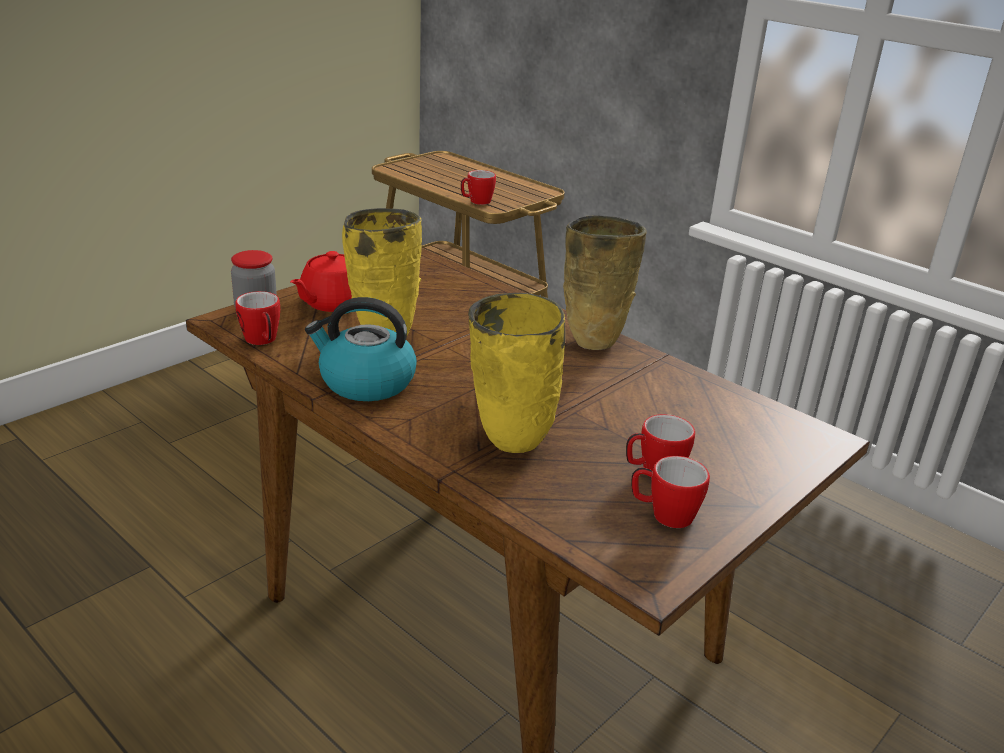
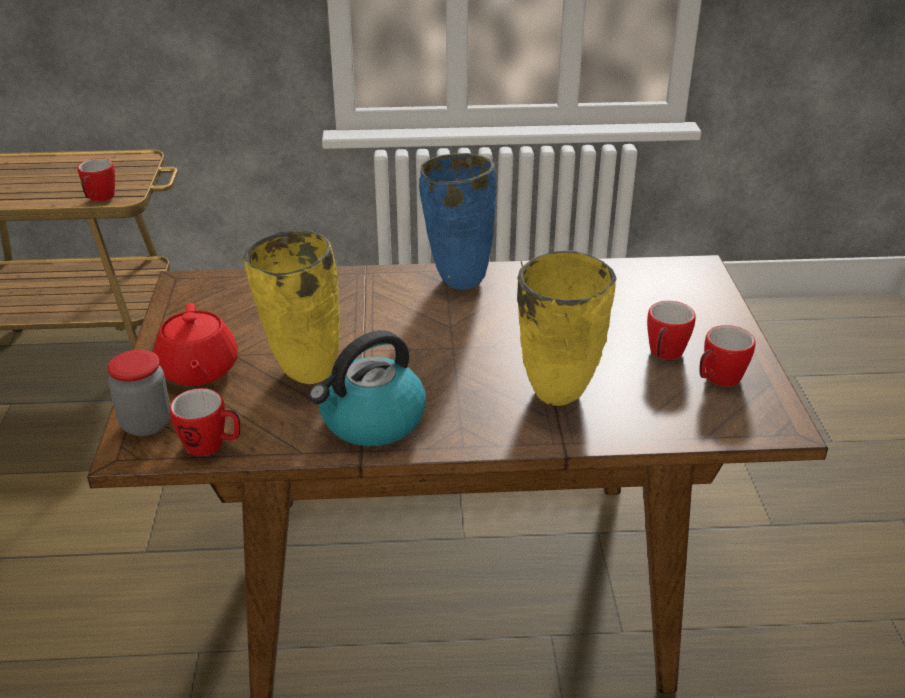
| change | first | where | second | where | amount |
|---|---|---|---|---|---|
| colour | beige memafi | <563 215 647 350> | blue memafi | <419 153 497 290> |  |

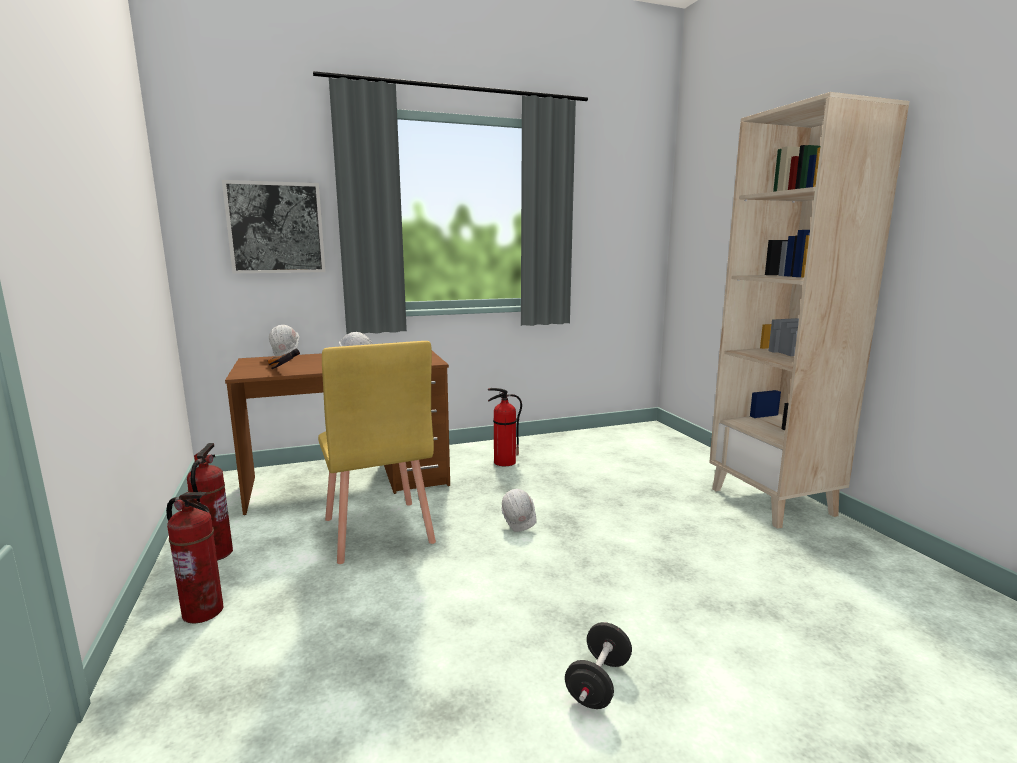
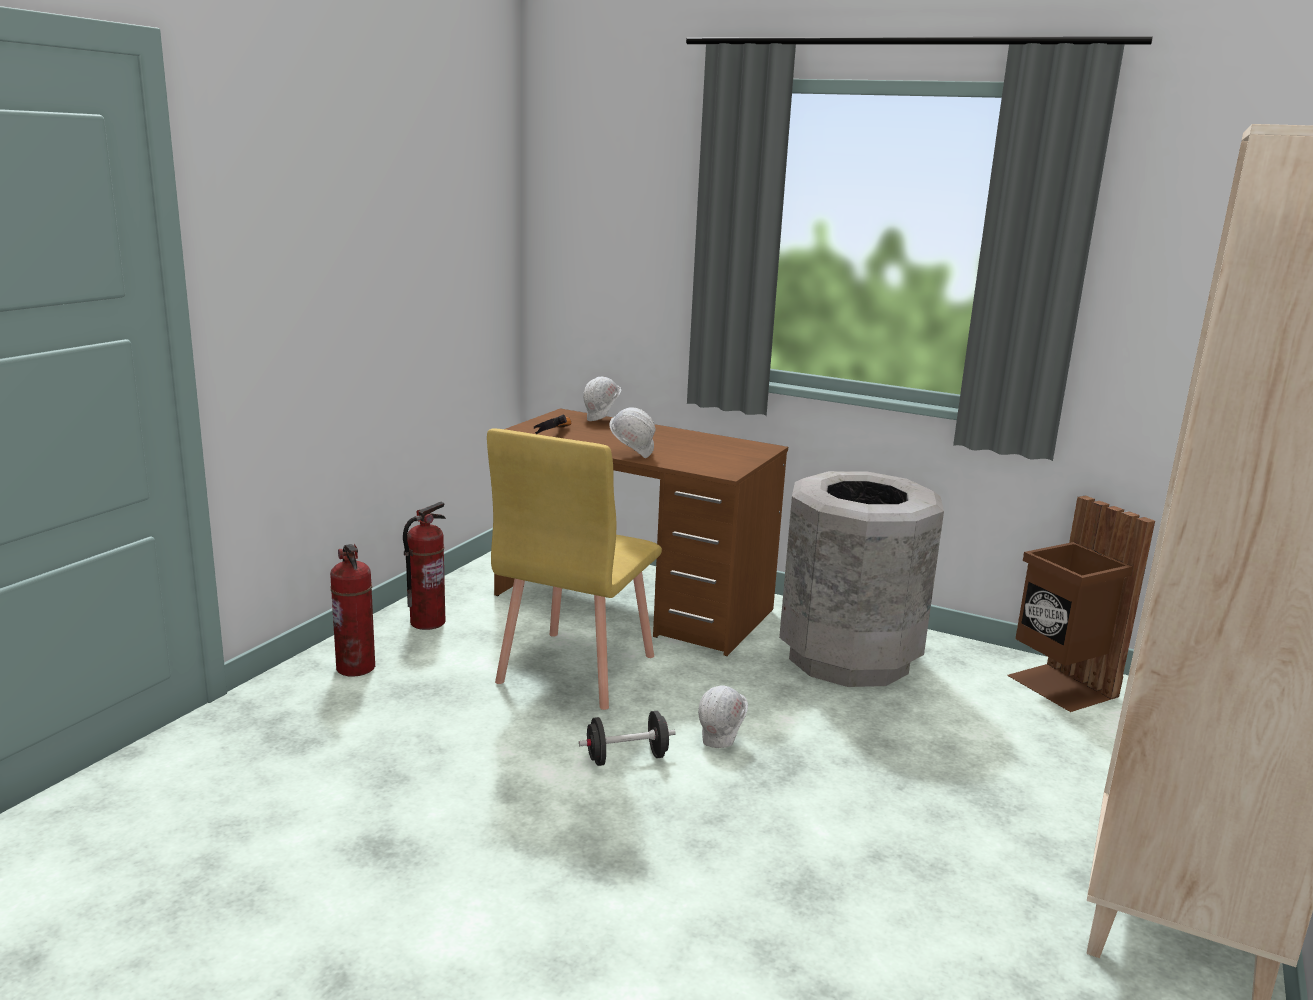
| change | first | where | second | where | amount |
|---|---|---|---|---|---|
| missing | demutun | <222 180 326 273> |  |  |  |
| exchanged | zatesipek | <488 388 522 466> | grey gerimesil | <779 471 944 687> |  |
| relocated | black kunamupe | <565 622 632 709> |  | <579 711 676 766> |  |
| appeared |  |  | brown gerimesil | <1007 495 1155 712> |  |

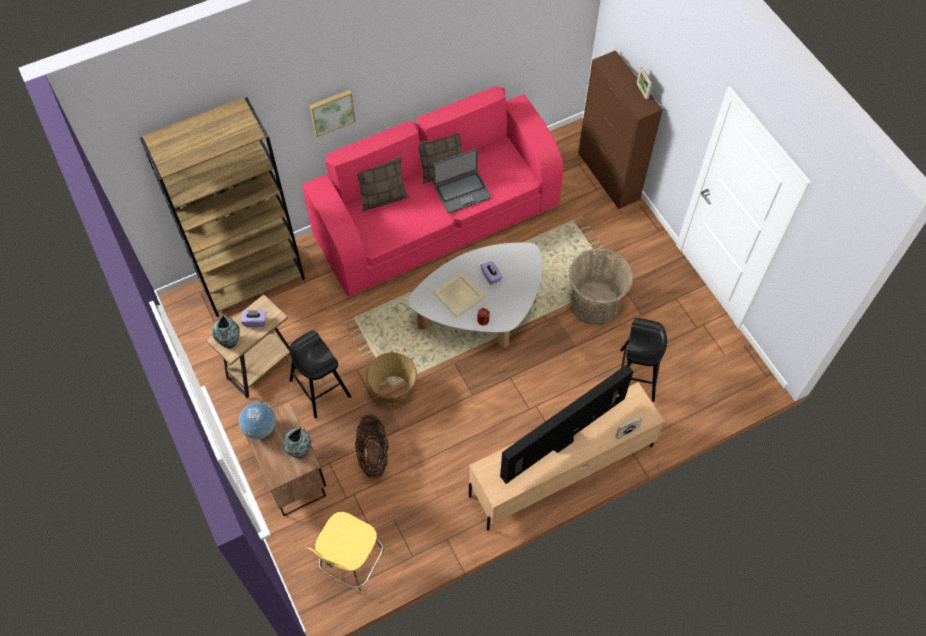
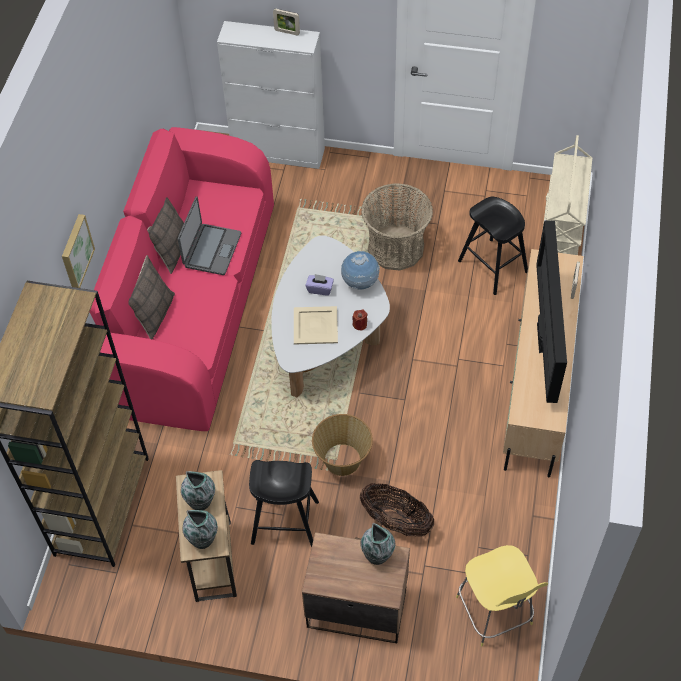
| change | first | where | second | where | amount |
|---|---|---|---|---|---|
| relocated | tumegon | <239 402 276 439> |  | <341 251 380 290> |  |
| exchanged | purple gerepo | <241 310 266 327> | memafi | <181 471 215 510> |  |
| colour | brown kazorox | <578 50 663 209> | white kazorox | <217 21 325 169> |  |
| appeared |  |  | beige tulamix | <543 135 592 255> |  |

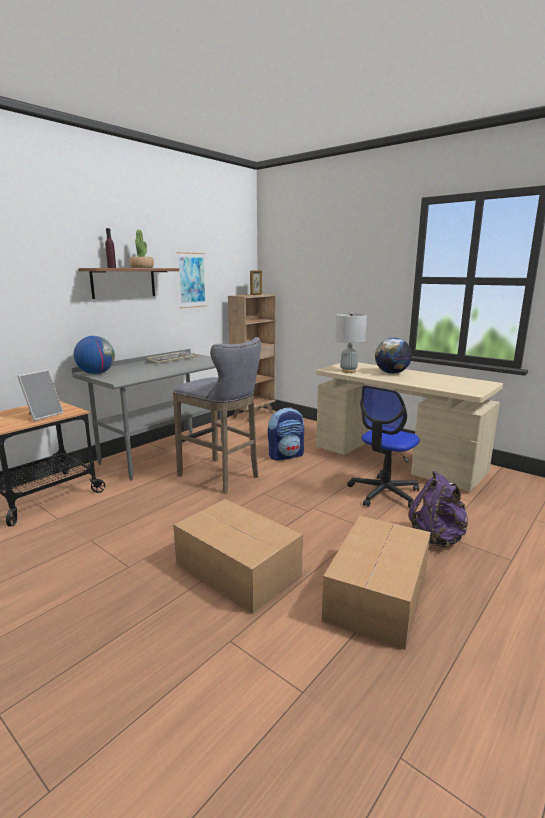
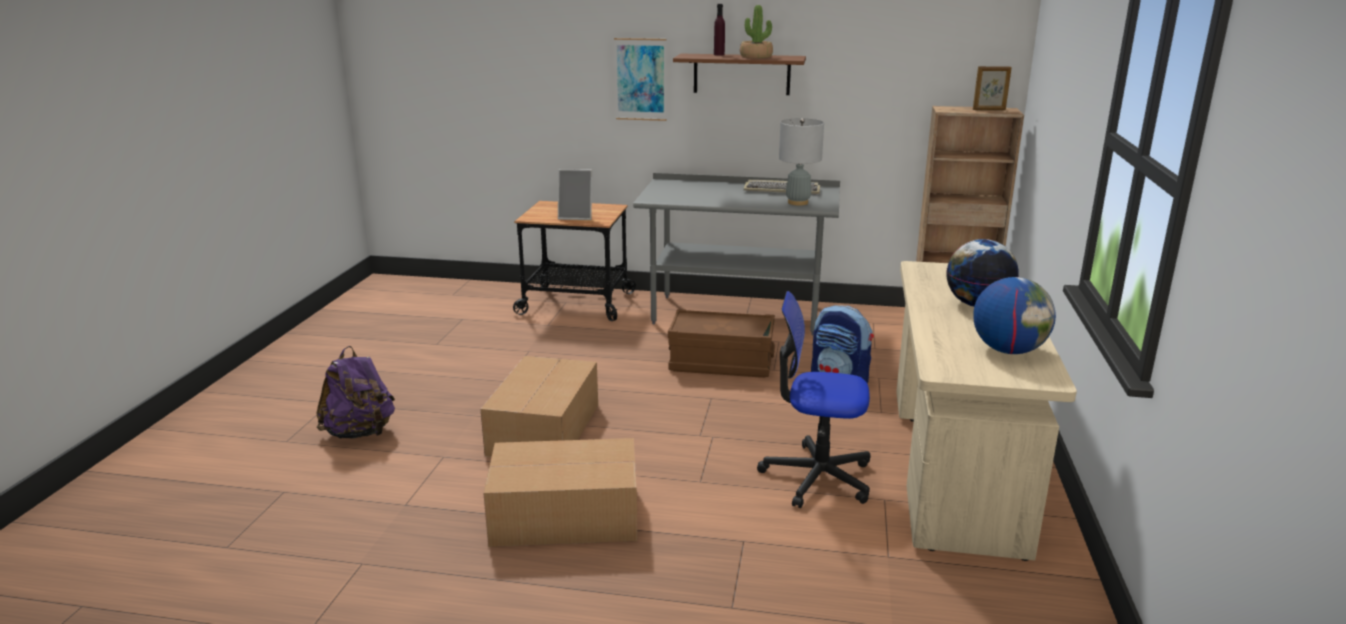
| change | first | where | second | where | amount |
|---|---|---|---|---|---|
| relocated | tumegon | <74 336 115 374> |  | <973 277 1056 354> |  |
| exchanged | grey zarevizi | <173 337 261 494> | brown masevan | <668 309 775 378> |  |
| relocated | demutun | <177 252 207 308> |  | <614 38 667 121> |  |
| relocated | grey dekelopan | <335 312 367 373> |  | <779 118 824 205> |  |
| relocated | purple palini | <408 471 469 547> |  | <316 346 395 439> |  |

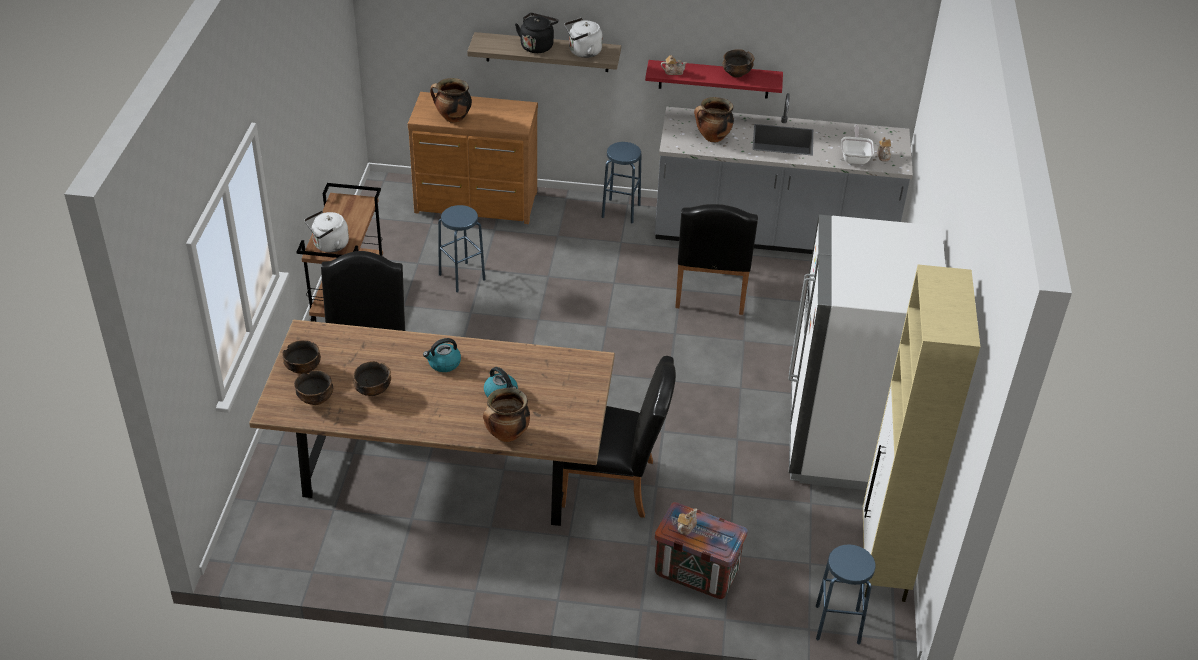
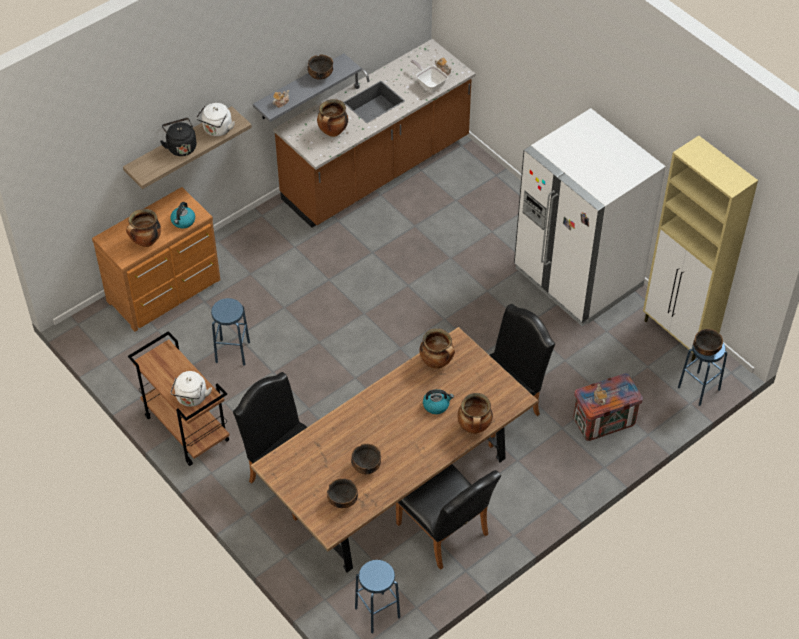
| change | first | where | second | where | amount |
|---|---|---|---|---|---|
| relocated | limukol | <282 340 321 374> |  | <693 329 723 356> |  |
| relocated | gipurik | <423 338 461 372> |  | <171 202 195 228> |  |
| relocated | blue zarevizi | <602 142 641 223> |  | <355 560 400 633> |  |
| colour | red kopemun | <645 60 783 99> | grey kopemun | <253 53 361 122> |  |
| colour | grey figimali | <655 93 913 254> | brown figimali | <274 39 475 228> |  |
| relocated | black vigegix | <675 204 758 315> |  | <396 464 501 570> |  |
| appeared |  |  | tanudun | <420 328 455 369> |  |

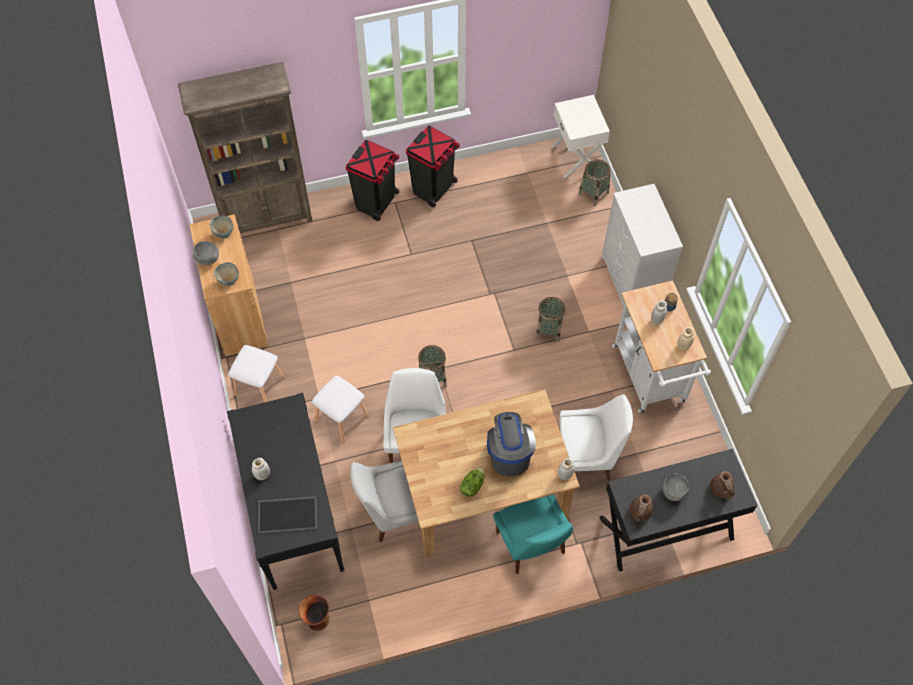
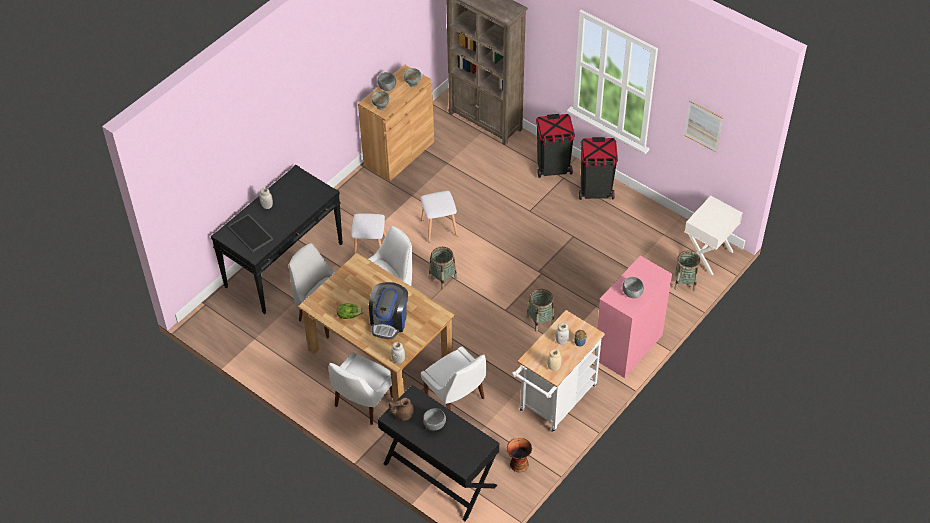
| change | first | where | second | where | amount |
|---|---|---|---|---|---|
| relocated | white zarevizi | <228 345 285 402> |  | <421 191 458 242> |  |
| relocated | memafi | <298 595 329 631> |  | <507 438 532 473> |  |
| spun | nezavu | <487 412 536 477> |  | <369 282 408 339> | 150 degrees clockwise |
| colour | turquoise vigegix | <493 495 573 574> | white vigegix | <329 352 393 425> |  |
| colour | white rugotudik | <601 184 683 317> | pink rugotudik | <595 256 672 378> |  |
| missing | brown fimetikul | <710 471 735 499> |  |  |  |
| appeared |  |  | grey limukol | <622 277 644 298> |  |
| appeared |  |  | demutun | <684 101 723 153> |  |

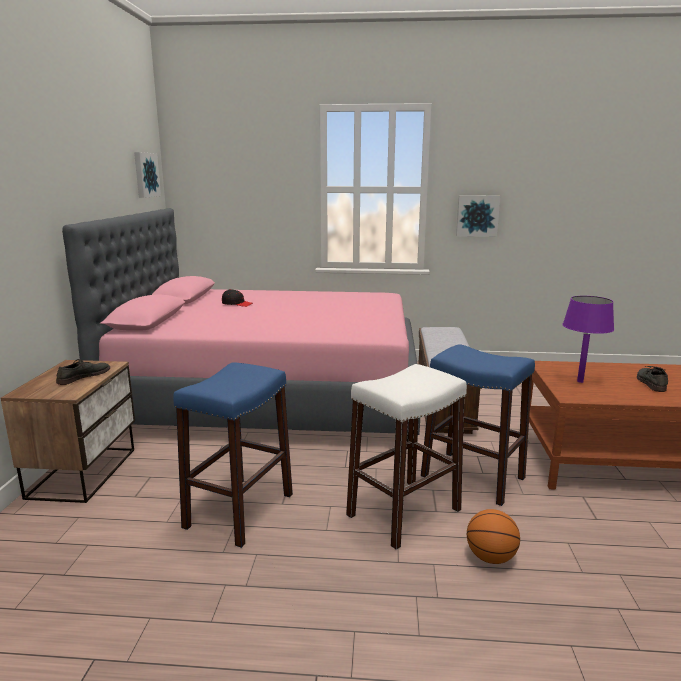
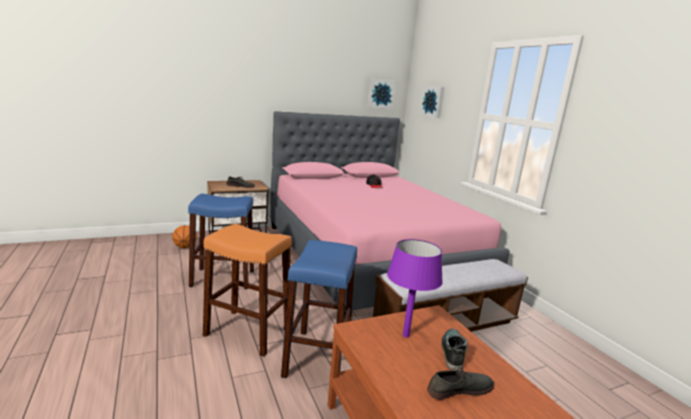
| change | first | where | second | where | amount |
|---|---|---|---|---|---|
| colour | white zarevizi | <346 364 467 550> | orange zarevizi | <203 224 292 357> |  |
| relocated | demutun | <456 195 500 237> |  | <420 86 444 118> |  |
| relocated | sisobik | <467 509 520 564> |  | <173 225 197 248> |  |
| appeared |  |  | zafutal | <441 329 467 371> |  |

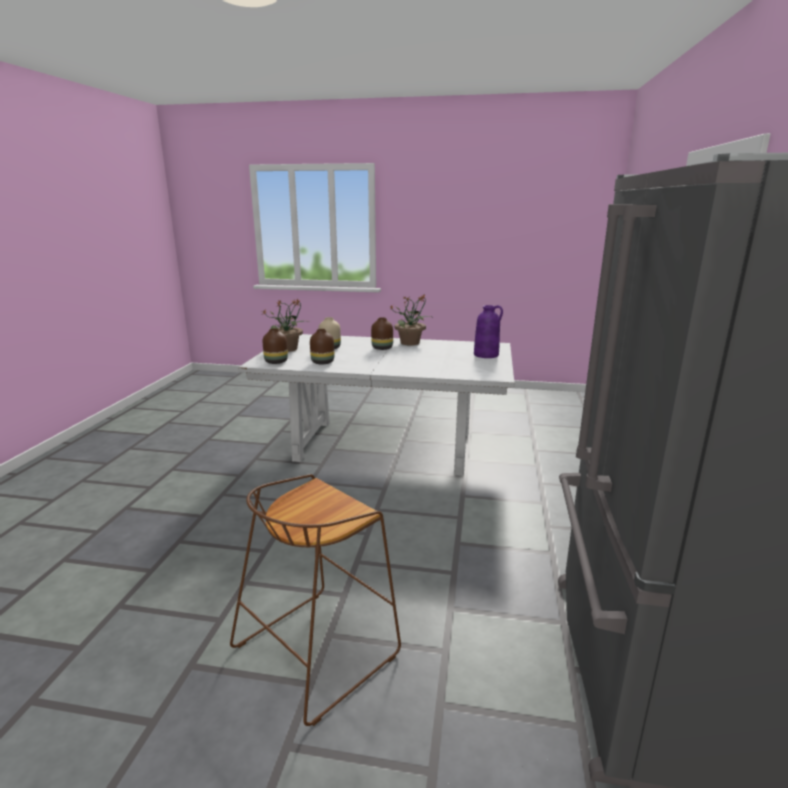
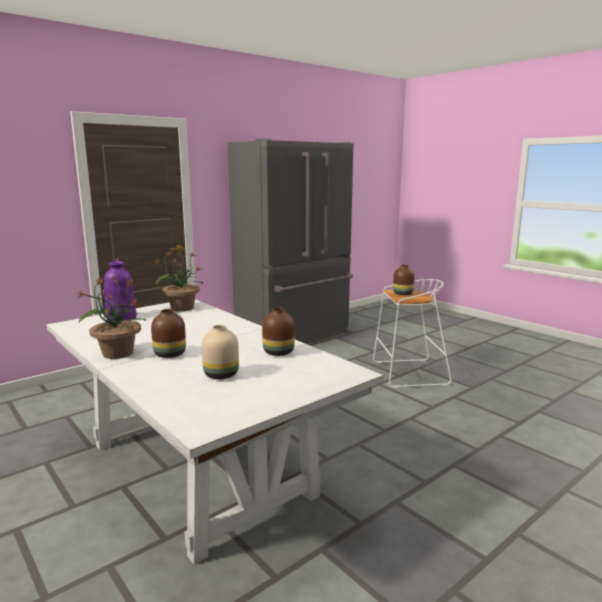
| change | first | where | second | where | amount |
|---|---|---|---|---|---|
| colour | brown zarevizi | <230 474 401 726> | white zarevizi | <373 279 452 388> |  |
| relocated | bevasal | <263 299 310 352> |  | <155 250 203 312> |  |
| relocated | brown memafi | <263 328 288 364> |  | <393 265 415 295> |  |

